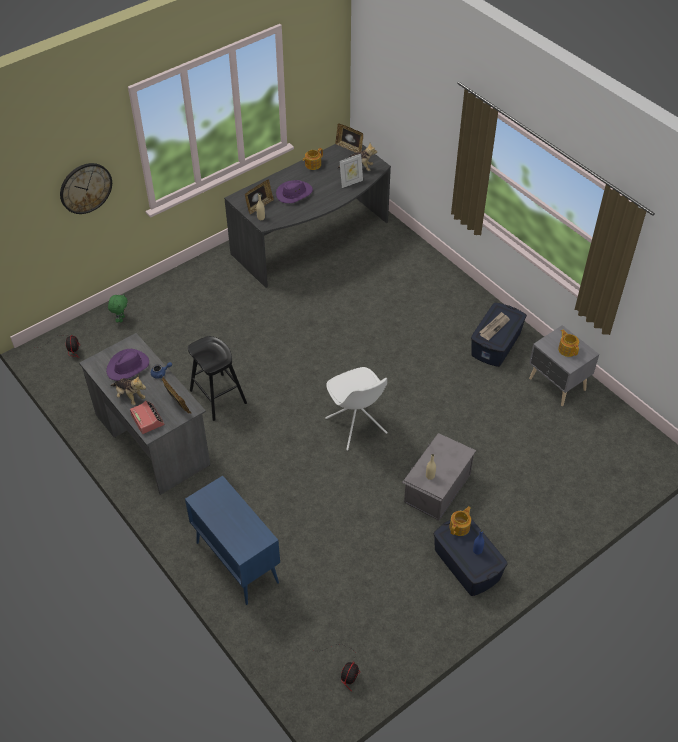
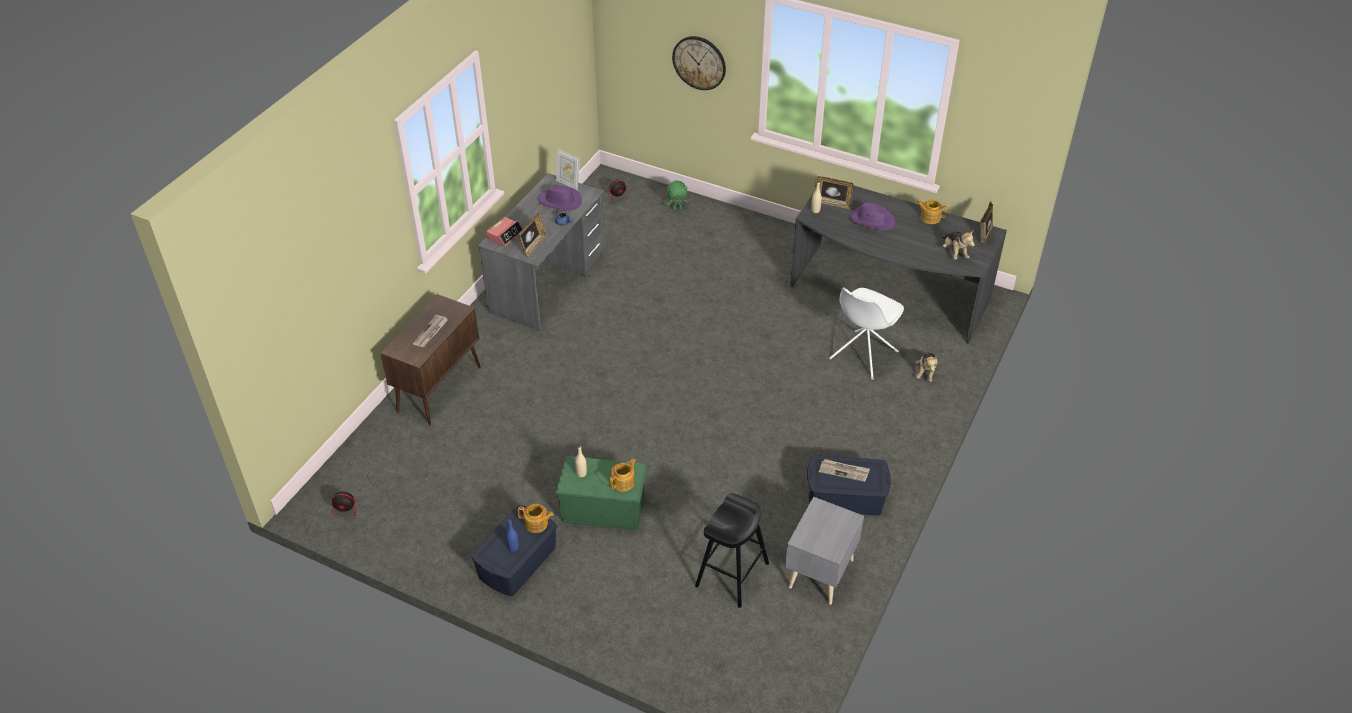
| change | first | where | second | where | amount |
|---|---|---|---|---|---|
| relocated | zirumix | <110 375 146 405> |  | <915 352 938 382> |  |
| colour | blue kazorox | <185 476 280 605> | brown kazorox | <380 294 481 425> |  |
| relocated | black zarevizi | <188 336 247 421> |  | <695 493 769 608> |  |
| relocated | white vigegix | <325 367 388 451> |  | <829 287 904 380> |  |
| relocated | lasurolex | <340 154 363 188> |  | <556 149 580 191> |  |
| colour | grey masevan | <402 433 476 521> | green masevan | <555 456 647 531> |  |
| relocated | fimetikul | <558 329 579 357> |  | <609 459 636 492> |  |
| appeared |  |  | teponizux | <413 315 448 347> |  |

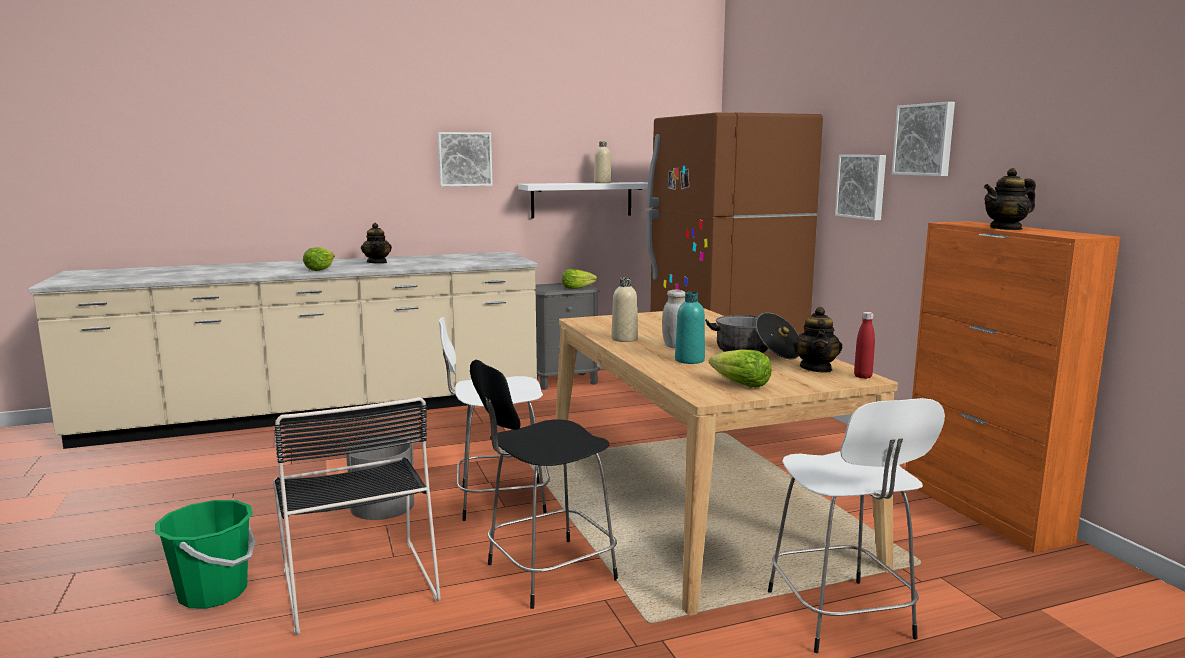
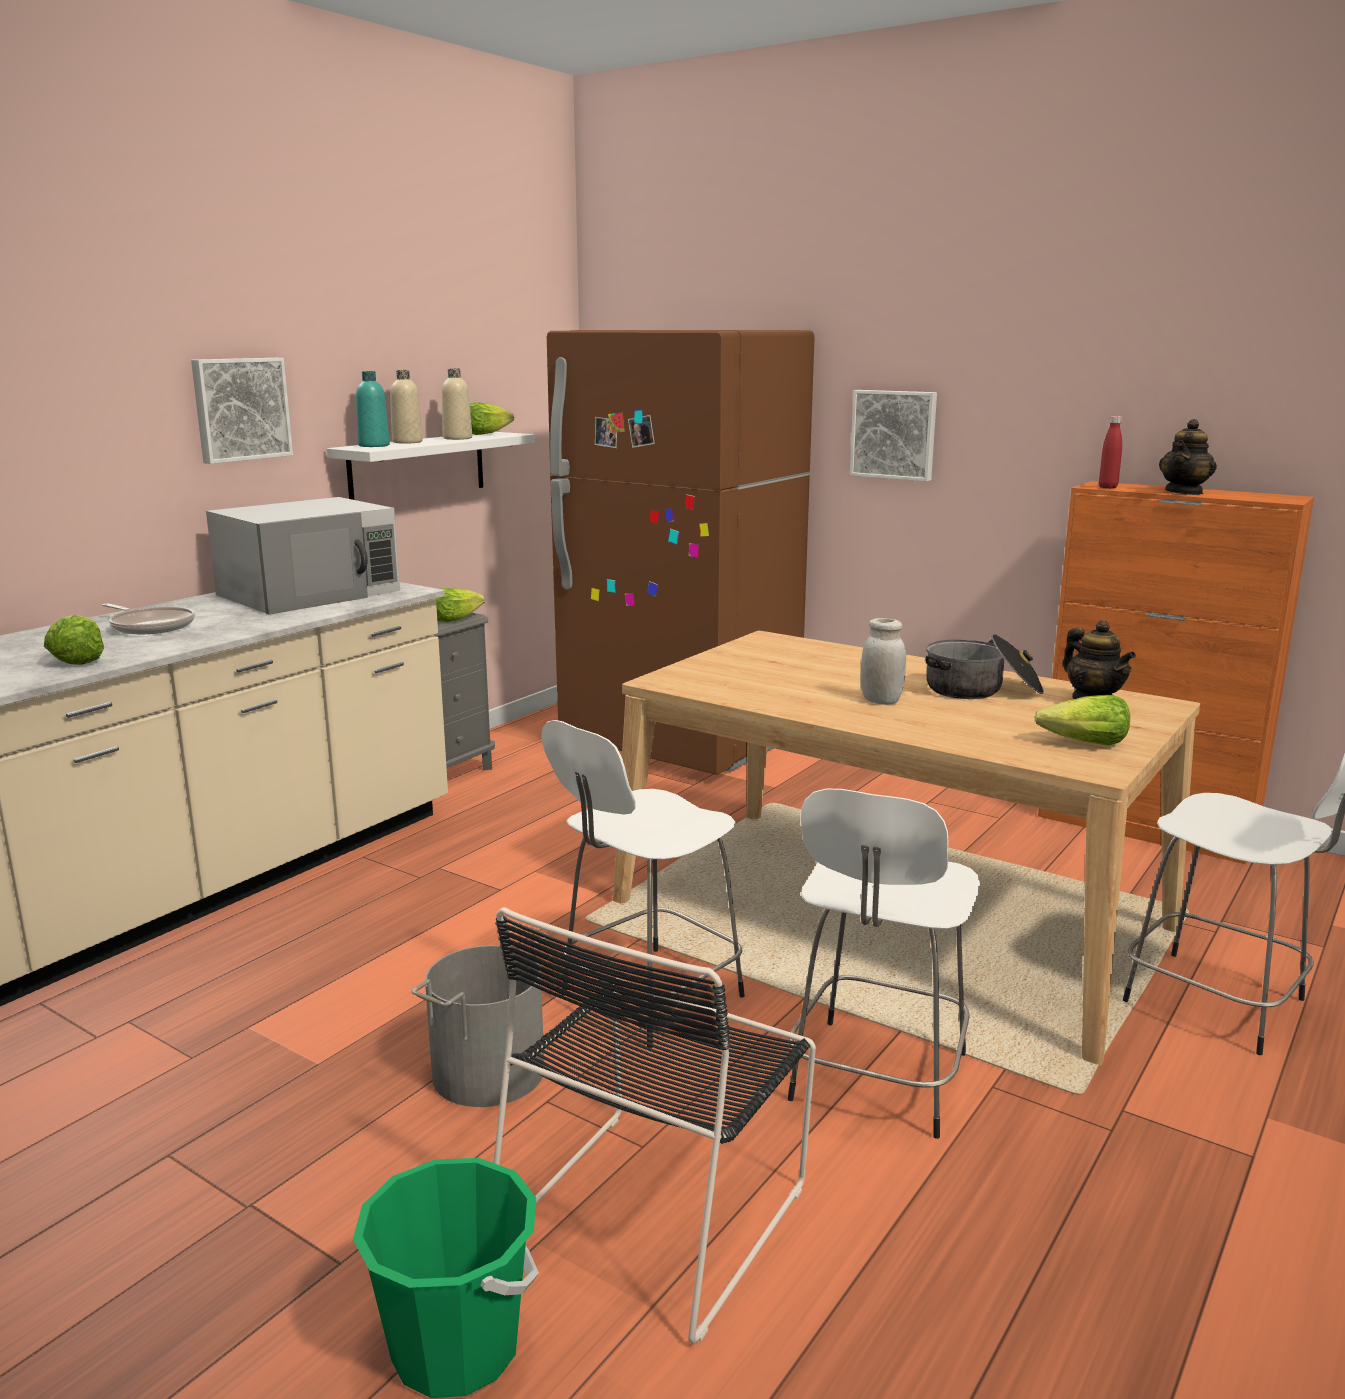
| change | first | where | second | where | amount |
|---|---|---|---|---|---|
| spun | black vigegix | <273 397 441 635> |  | <493 907 816 1344> | 90 degrees clockwise |
| exchanged | fimetikul | <361 223 392 264> | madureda | <102 603 195 634> |  |
| colour | black zarevizi | <470 360 618 609> | white zarevizi | <788 789 980 1139> |  |
| relocated | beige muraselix | <611 277 638 342> |  | <390 370 423 444> |  |
| relocated | turquoise muraselix | <675 292 705 364> |  | <356 371 390 447> |  |
| relocated | red muraselix | <854 312 875 379> |  | <1099 416 1122 489> |  |
| missing | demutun | <892 102 955 176> |  |  |  |
| appeared |  |  | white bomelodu | <206 497 400 615> |  |
| appeared |  |  | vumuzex | <470 402 514 435> |  |

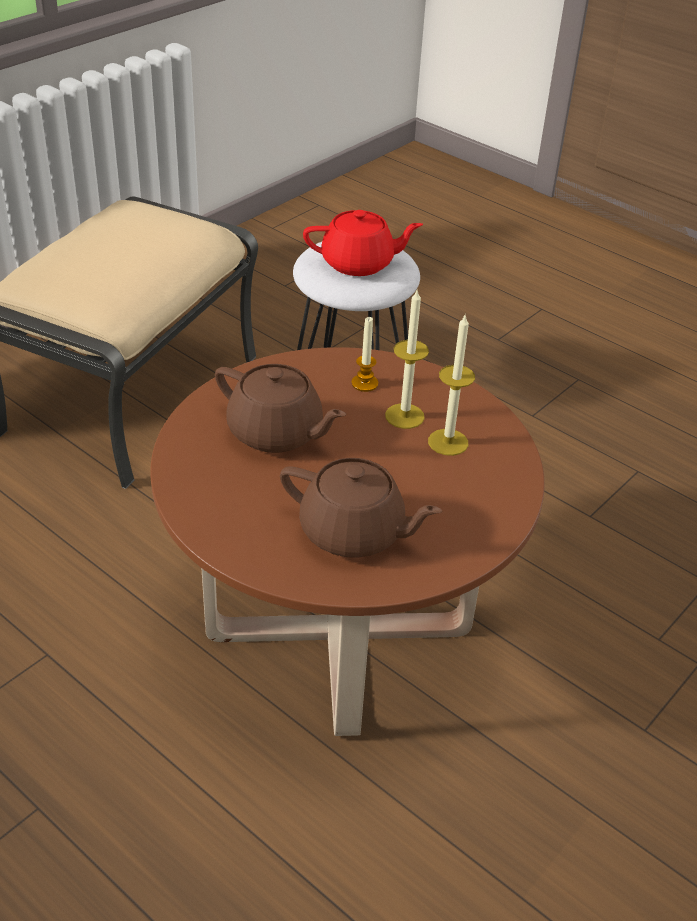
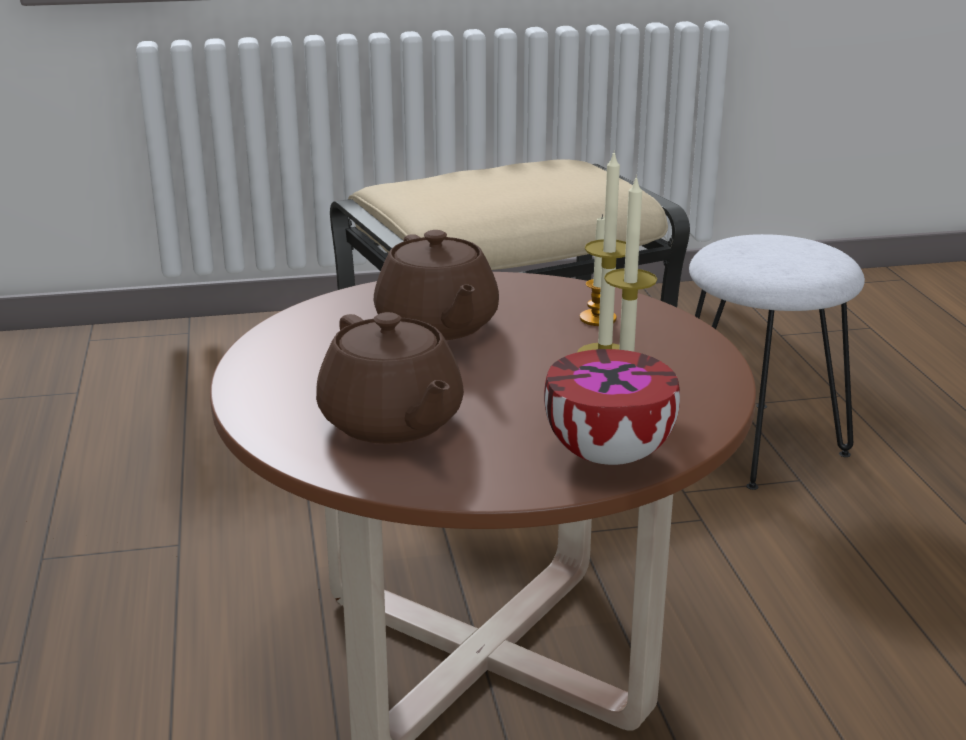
| change | first | where | second | where | amount |
|---|---|---|---|---|---|
| missing | red fimetikul | <303 210 423 276> |  |  |  |
| appeared |  |  | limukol | <544 349 680 465> |  |

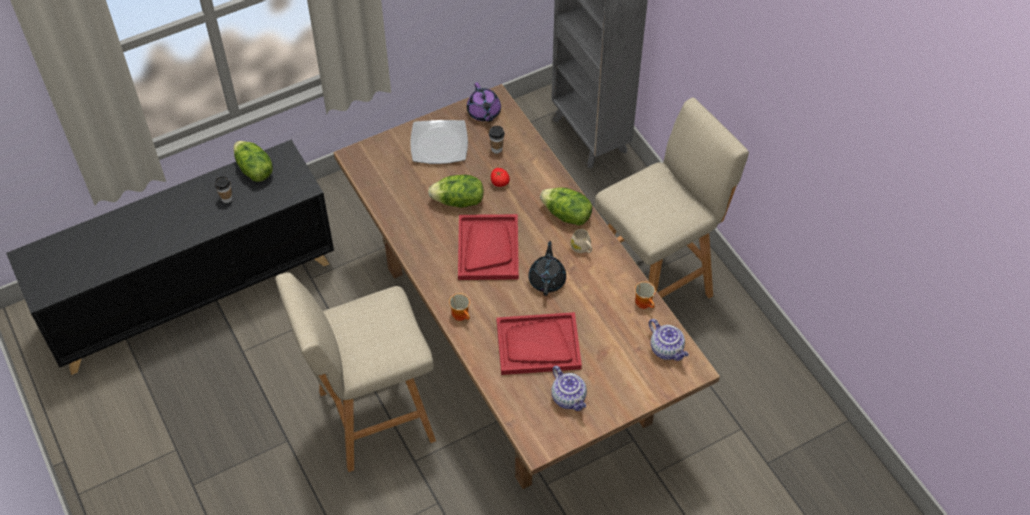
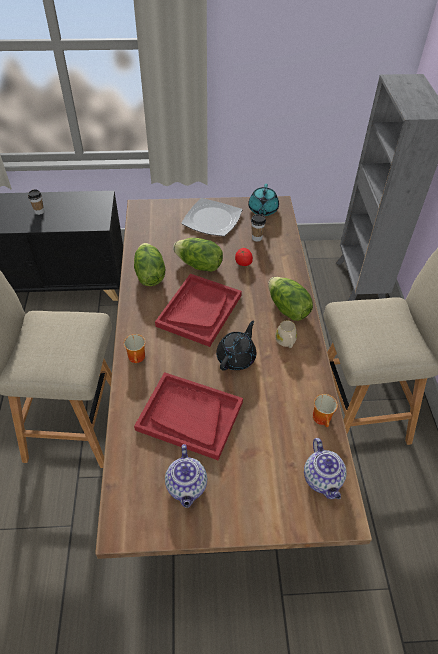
| change | first | where | second | where | amount |
|---|---|---|---|---|---|
| relocated | vumuzex | <234 141 273 182> |  | <134 243 165 286> |  |
| colour | purple fimetikul | <467 82 501 122> | turquoise fimetikul | <248 184 279 216> |  |

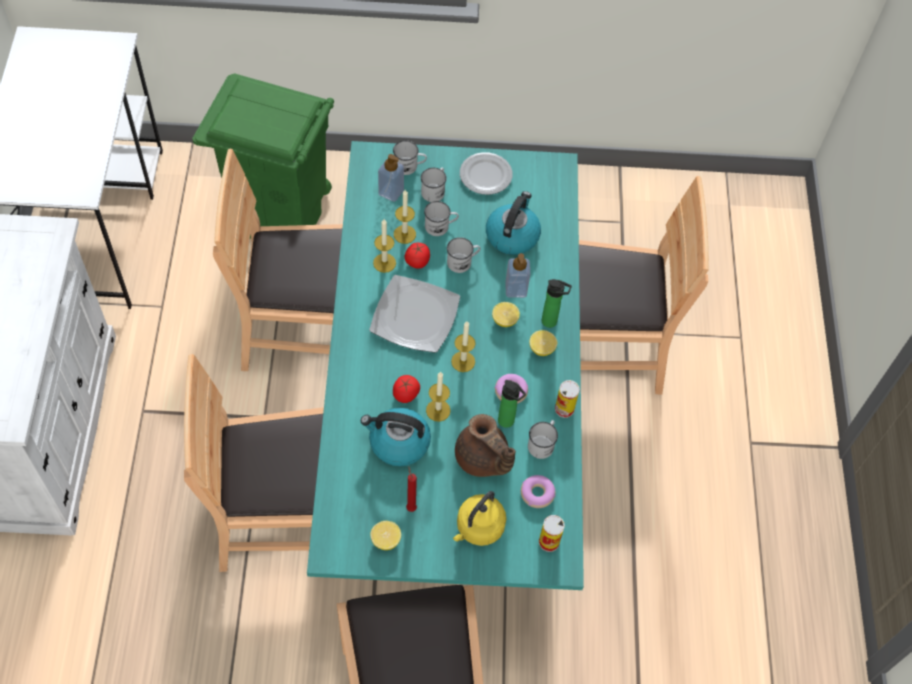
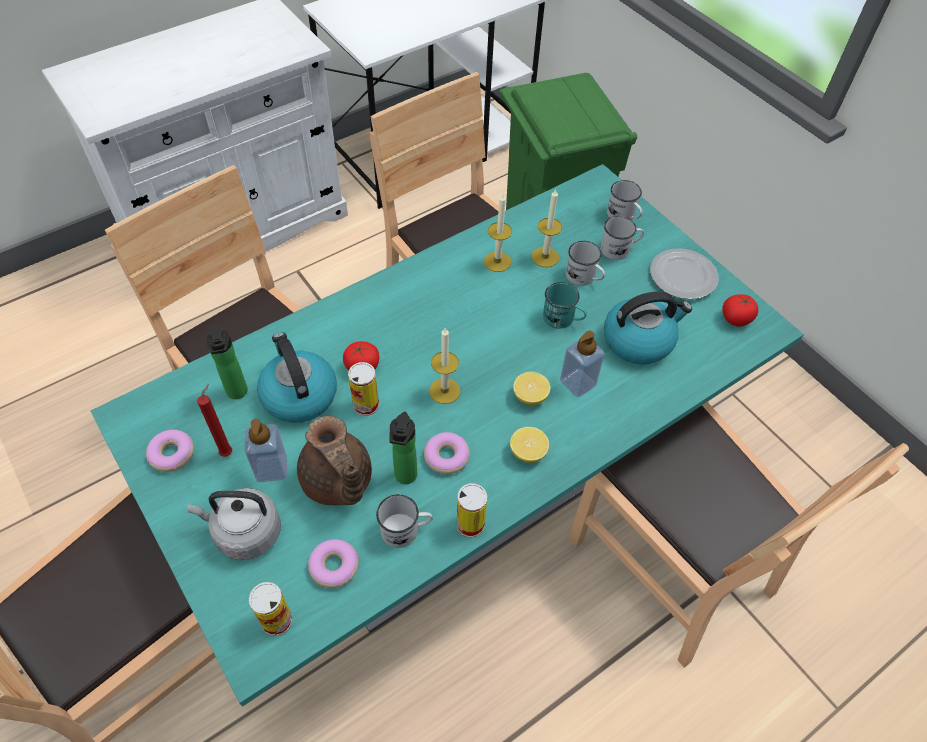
| change | first | where | second | where | amount |
|---|---|---|---|---|---|
| missing | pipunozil | <369 275 460 353> |  |  |  |
| exchanged | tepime | <370 521 401 550> | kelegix | <146 430 194 472> |  |
| relocated | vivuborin | <378 154 404 202> |  | <245 419 287 482> |  |
| relocated | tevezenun | <405 243 430 269> |  | <722 294 758 327> |  |
| exchanged | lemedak | <426 372 450 422> | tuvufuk | <348 362 379 416> |  |
| colour | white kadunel | <447 237 480 273> | turquoise kadunel | <543 282 587 329> |  |
| colour | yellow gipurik | <453 491 506 546> | grey gipurik | <187 488 281 560> |  |
| spun | brown fimetikul | <455 414 516 477> |  | <297 416 372 505> | 45 degrees counterclockwise |
| relocated | muraselix | <541 279 572 328> |  | <206 325 248 399> |  |

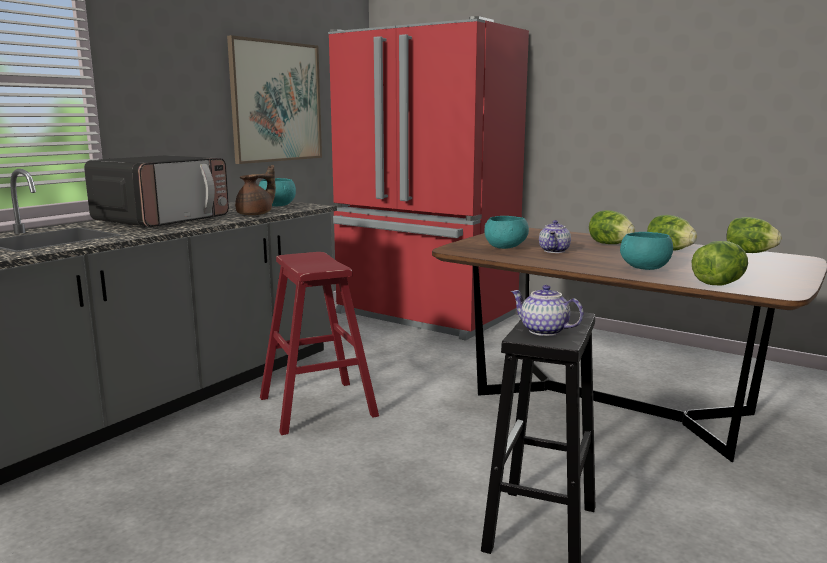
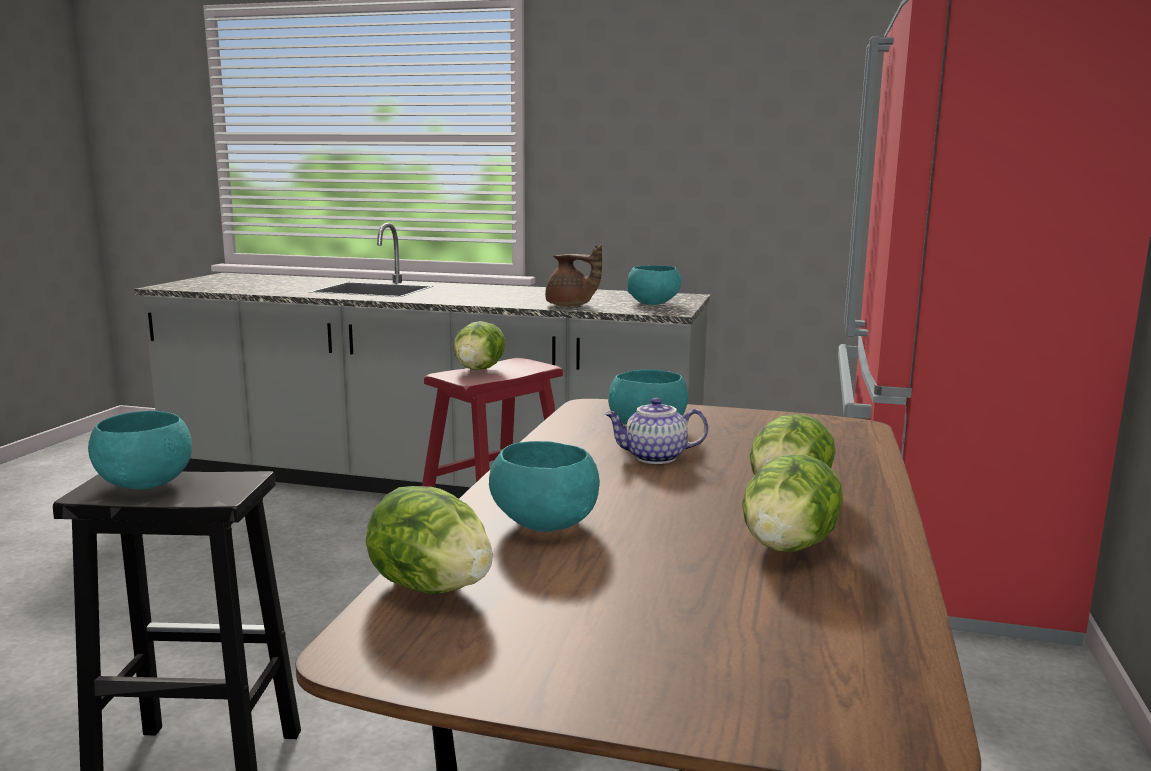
| change | first | where | second | where | amount |
|---|---|---|---|---|---|
| missing | bomelodu | <84 155 229 228> |  |  |  |
| missing | demutun | <227 35 322 164> |  |  |  |
| exchanged | fimetikul | <511 285 584 336> | turquoise limukol | <88 411 192 490> |  |
| relocated | vumuzex | <726 217 782 253> |  | <453 321 506 370> |  |

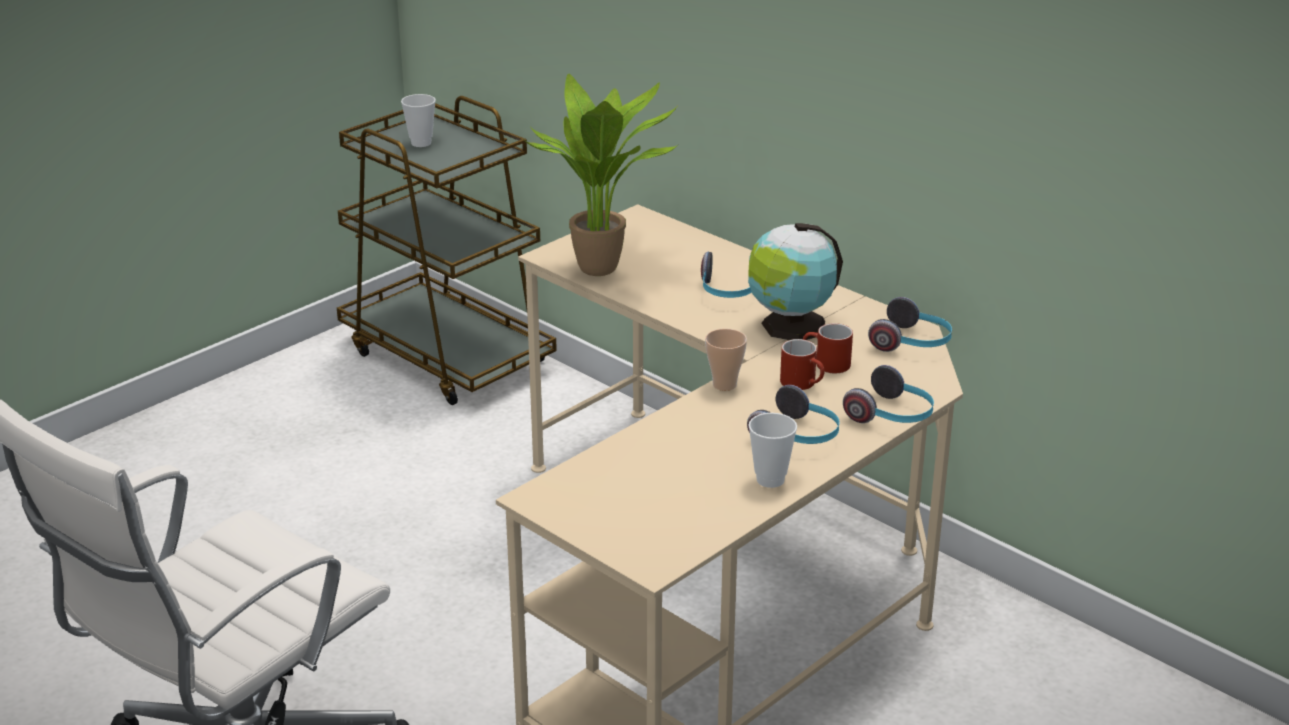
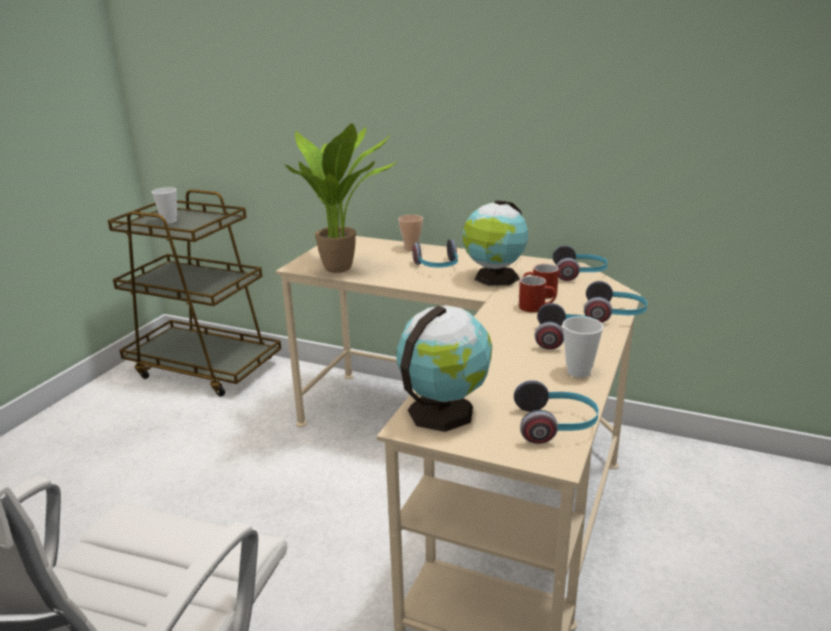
| change | first | where | second | where | amount |
|---|---|---|---|---|---|
| relocated | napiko | <705 329 747 391> |  | <398 215 423 251> |  |
| appeared |  |  | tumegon | <397 305 492 432> |  |
| appeared |  |  | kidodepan | <514 380 599 444> |  |

